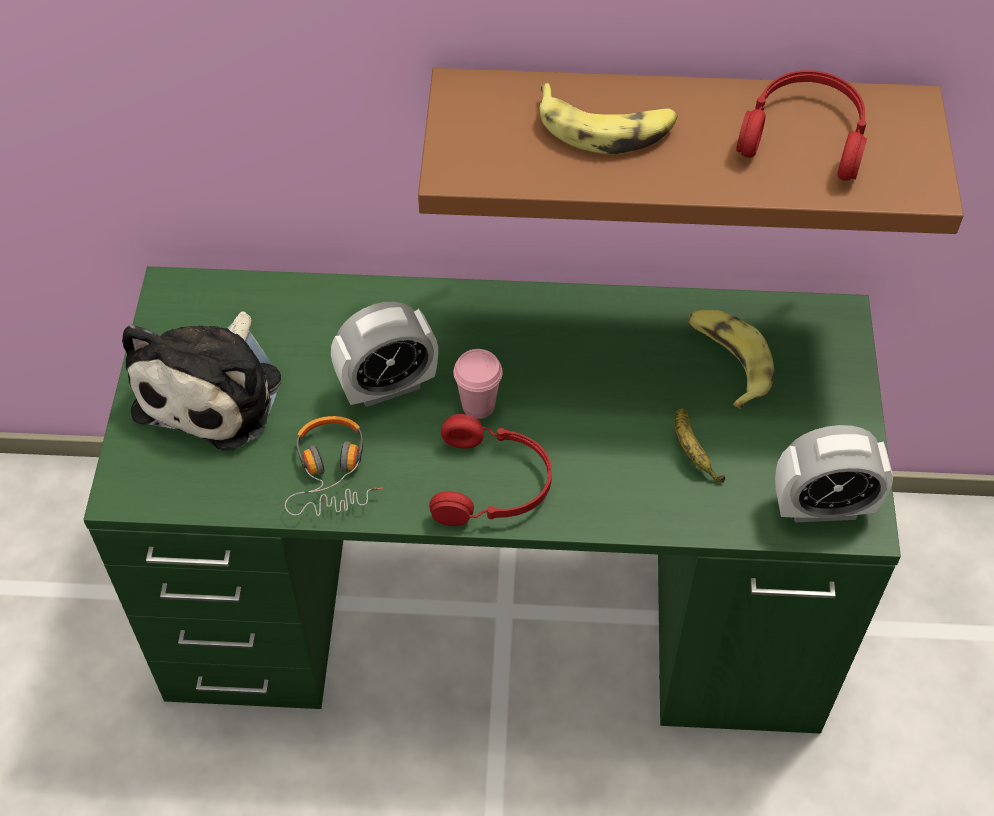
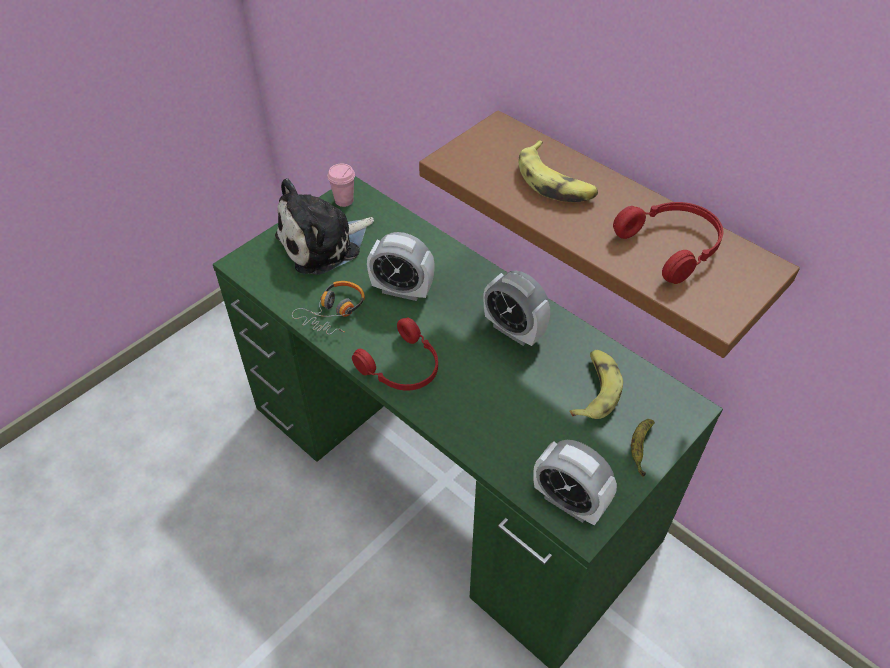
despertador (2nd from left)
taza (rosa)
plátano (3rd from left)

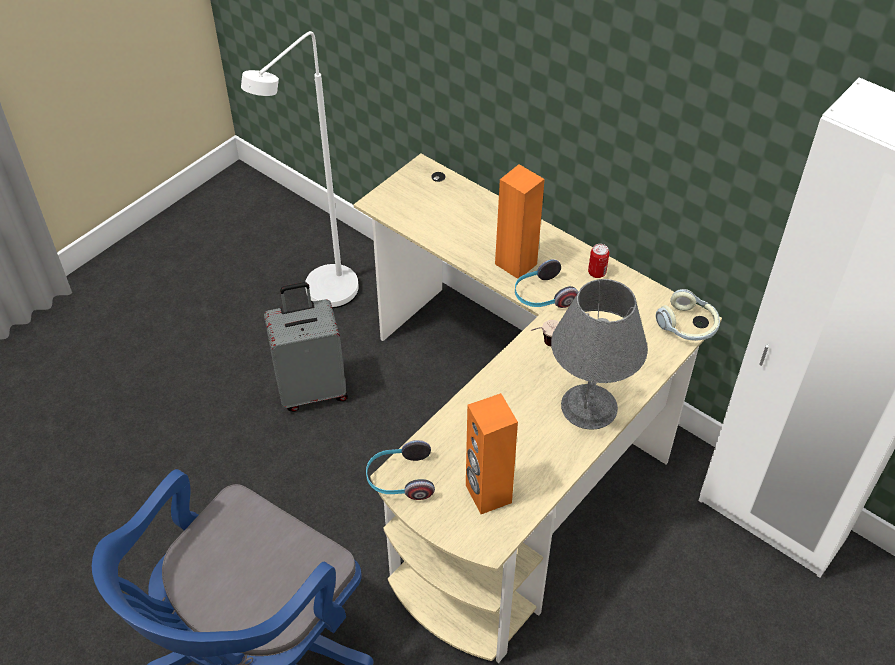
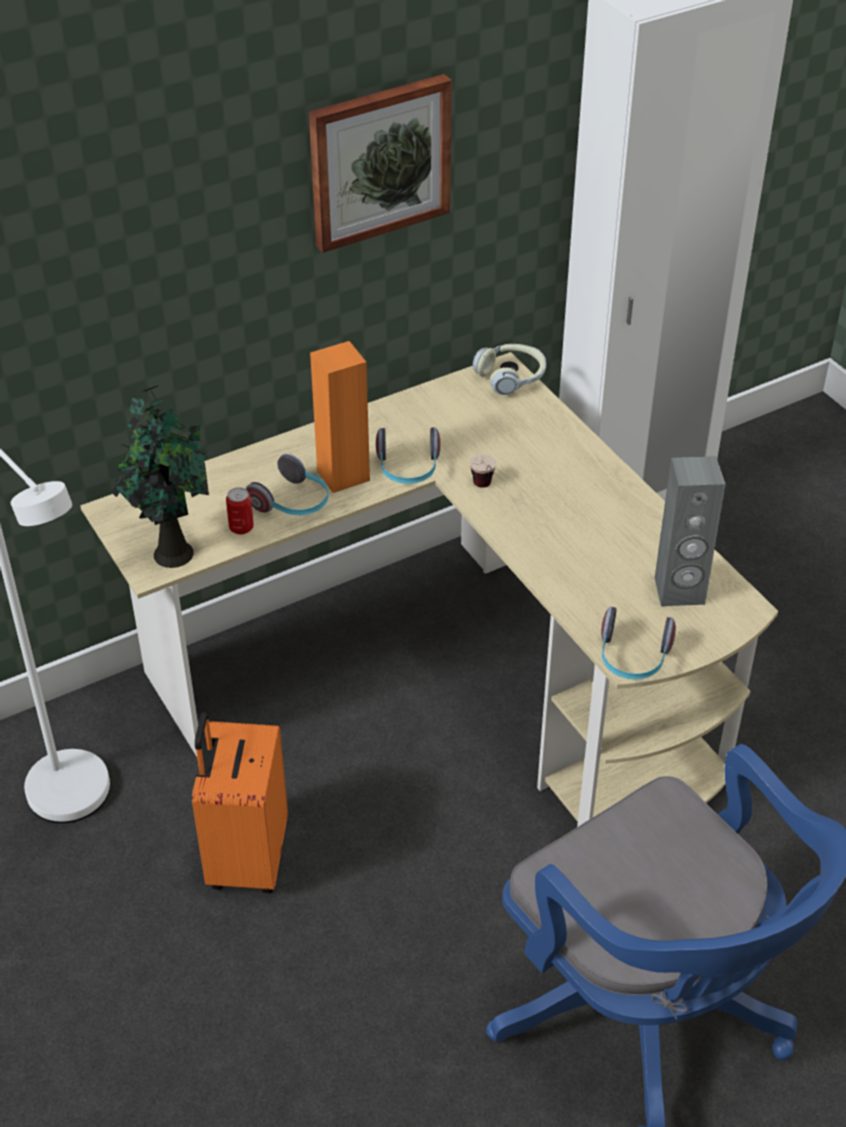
lámpara de mesa (gris)
planta en maceta
auriculares (1st from left)
cuadro
lata
maleta (naranja)
altavoz (gris)

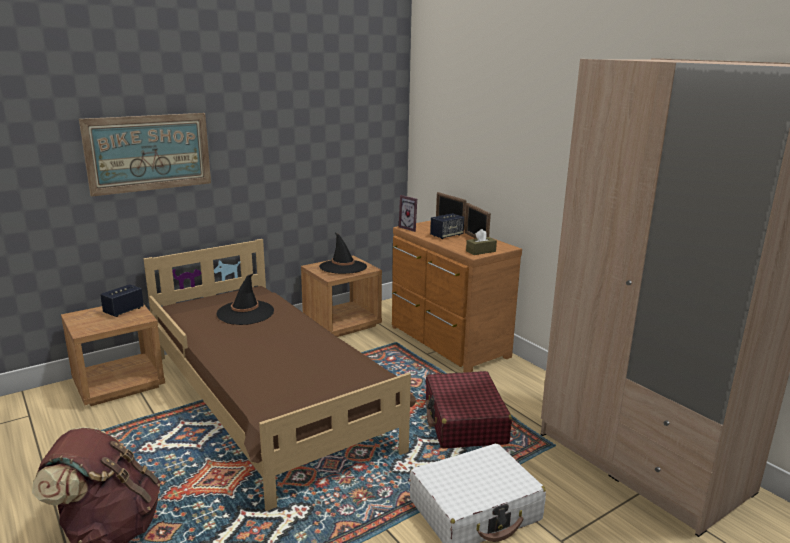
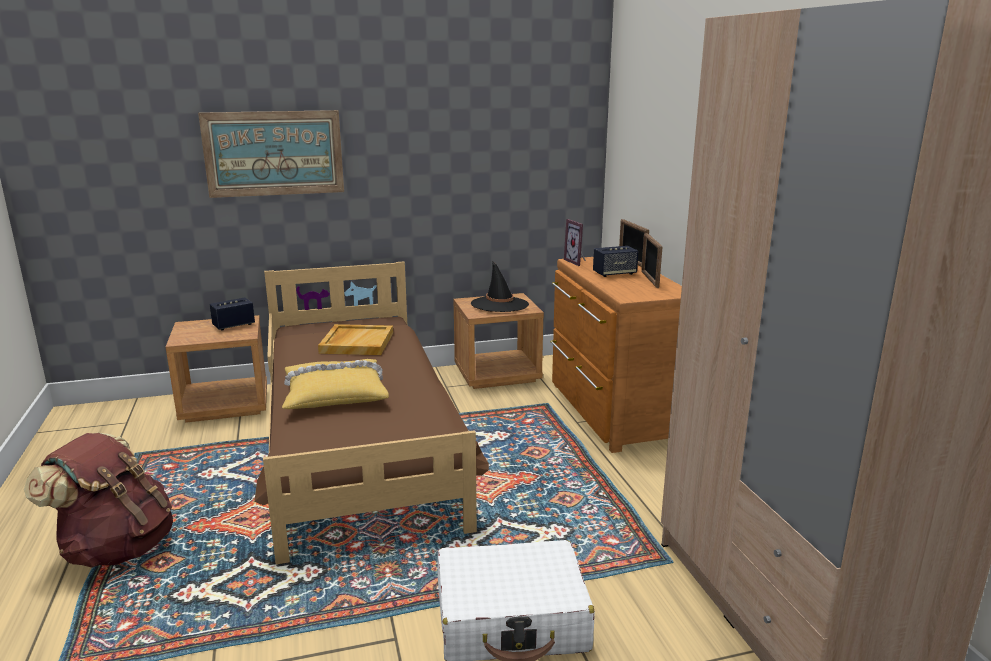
maleta (rojo)
caja de pañuelos (marrón)
cojín (amarillo)
bandeja (beis)

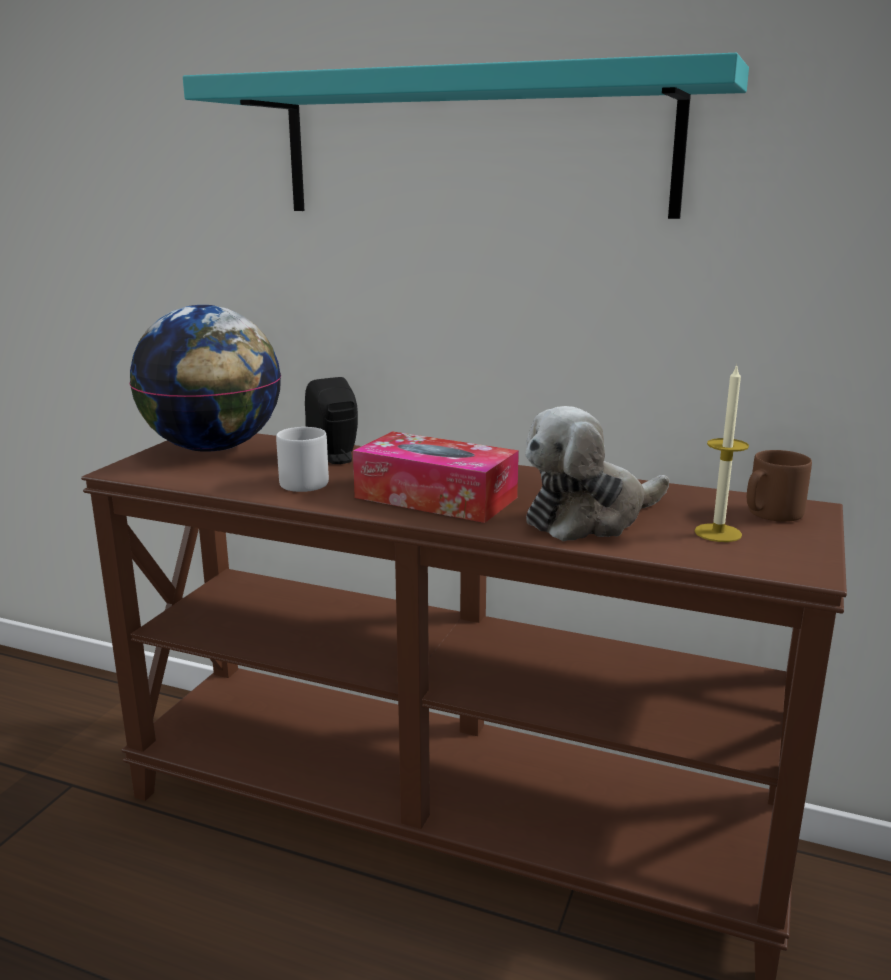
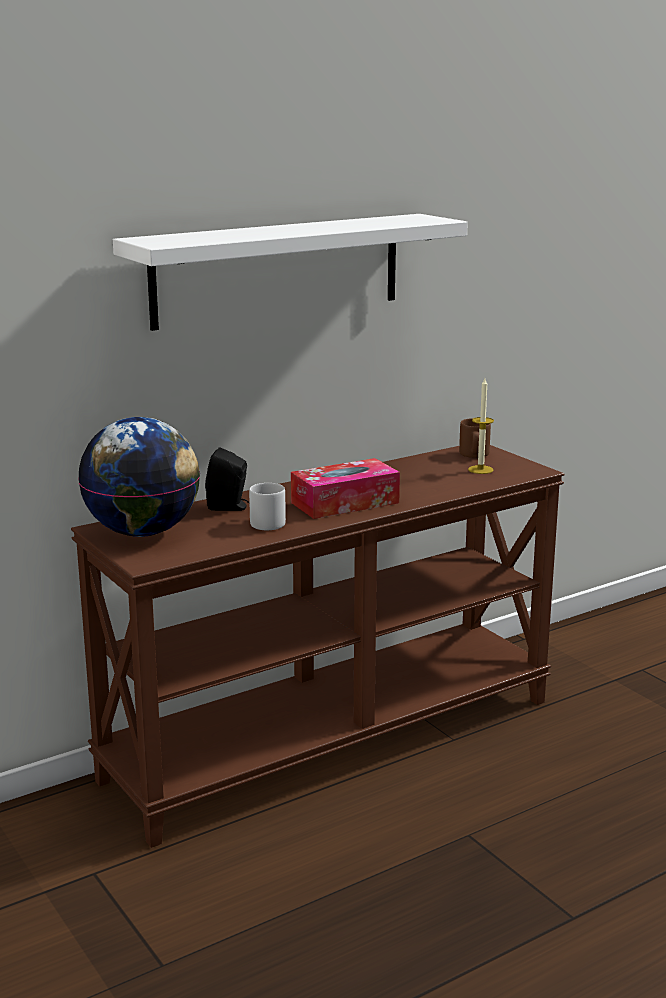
peluche
estante (blanco)

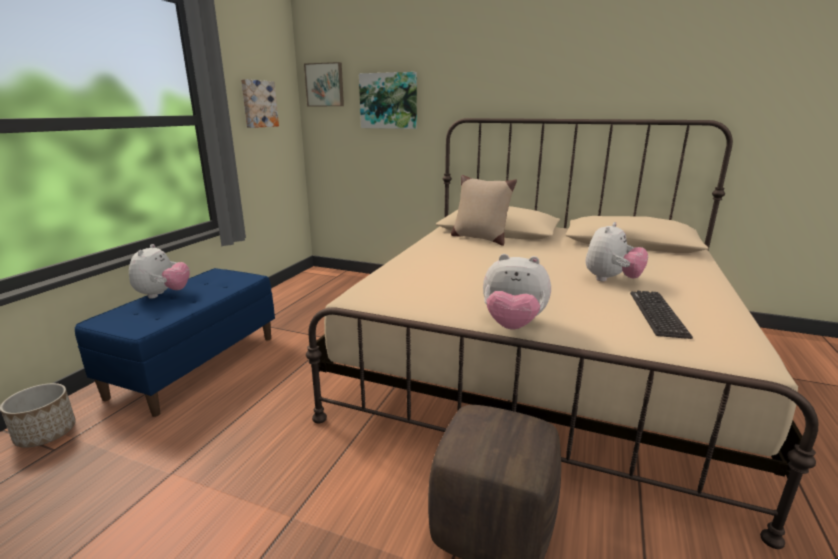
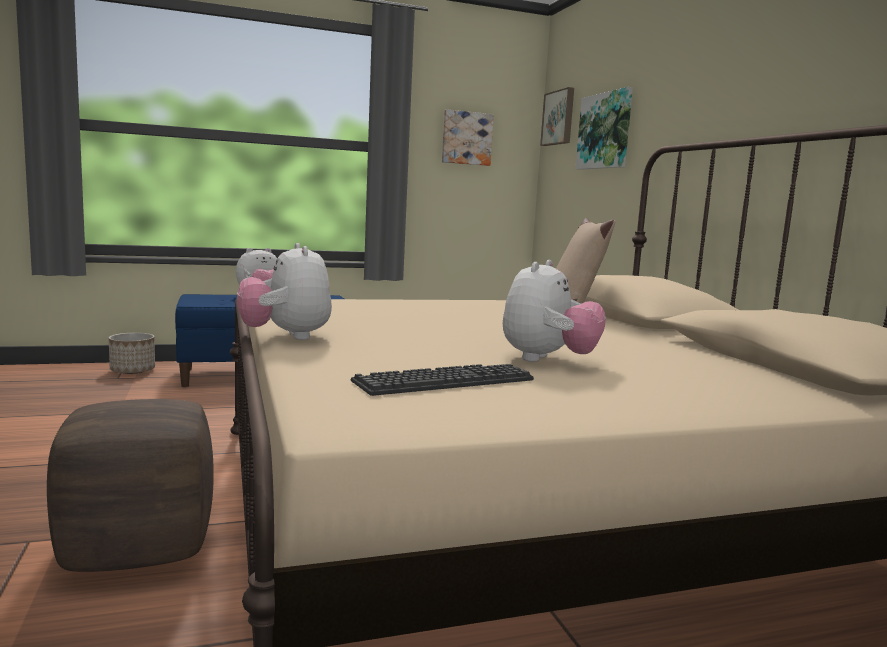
peluche (3rd from left)

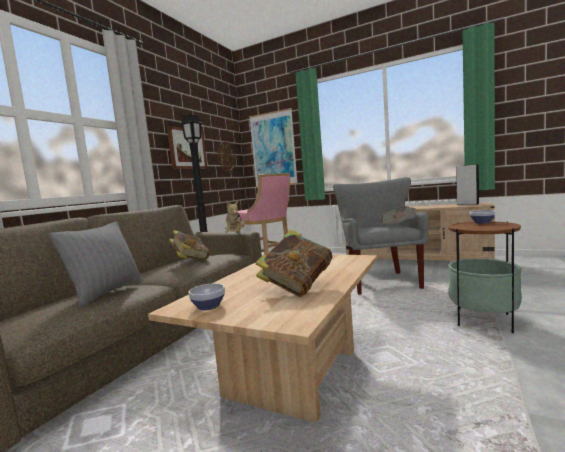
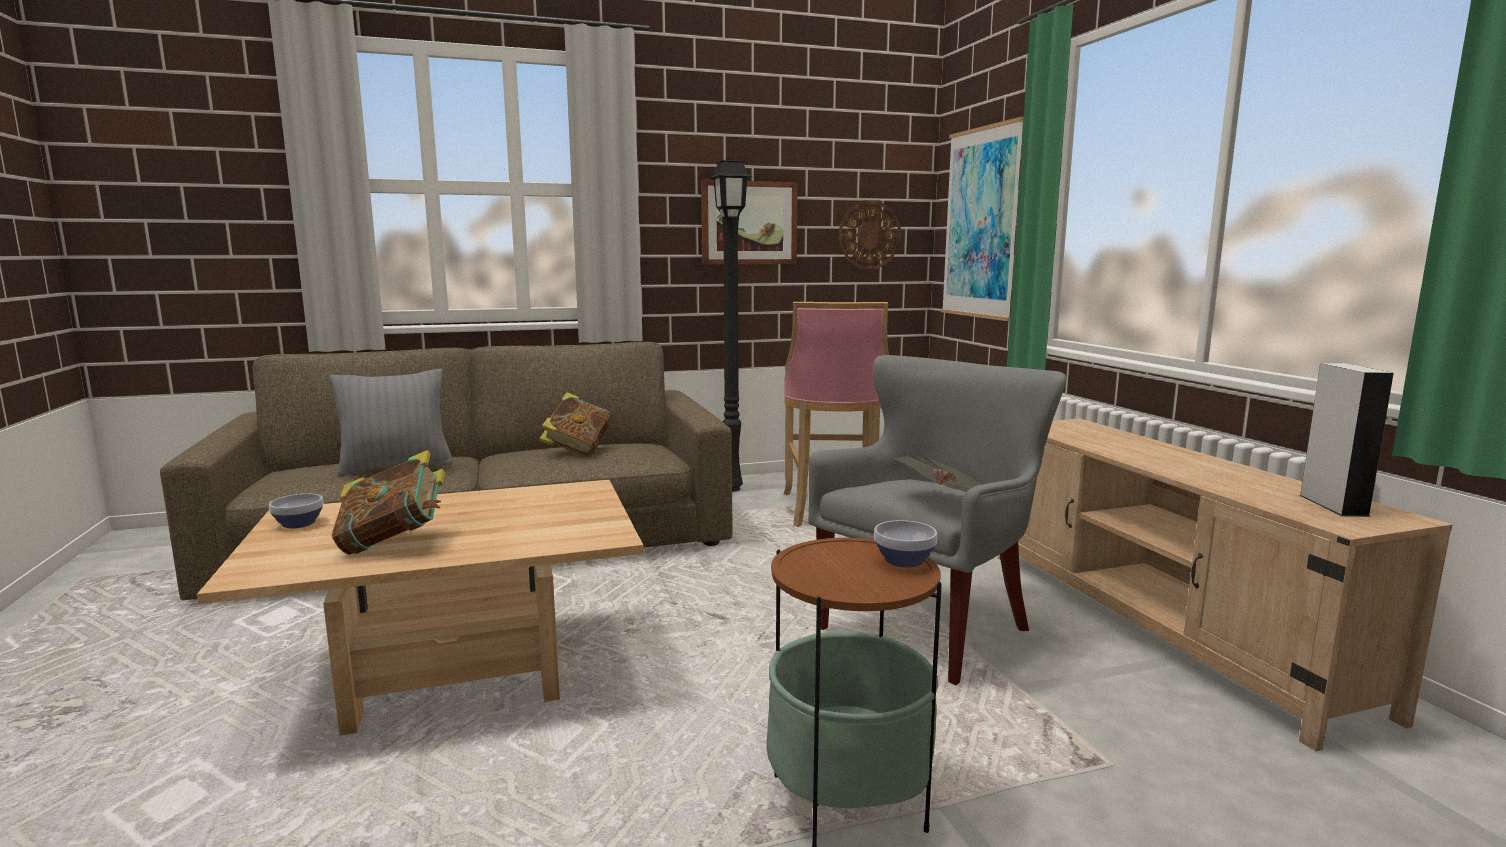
peluche

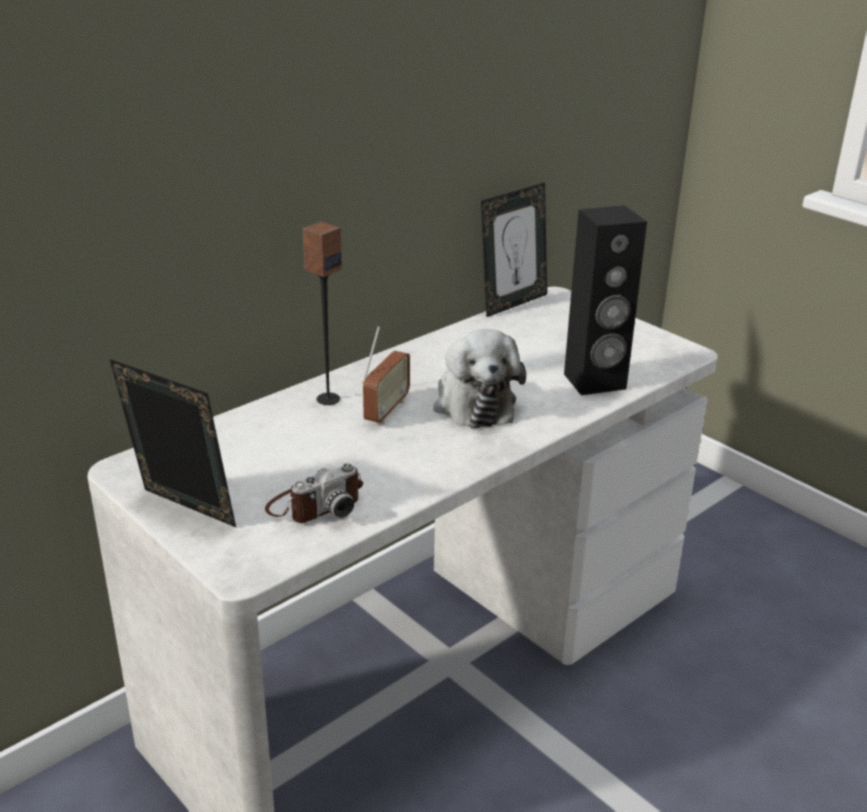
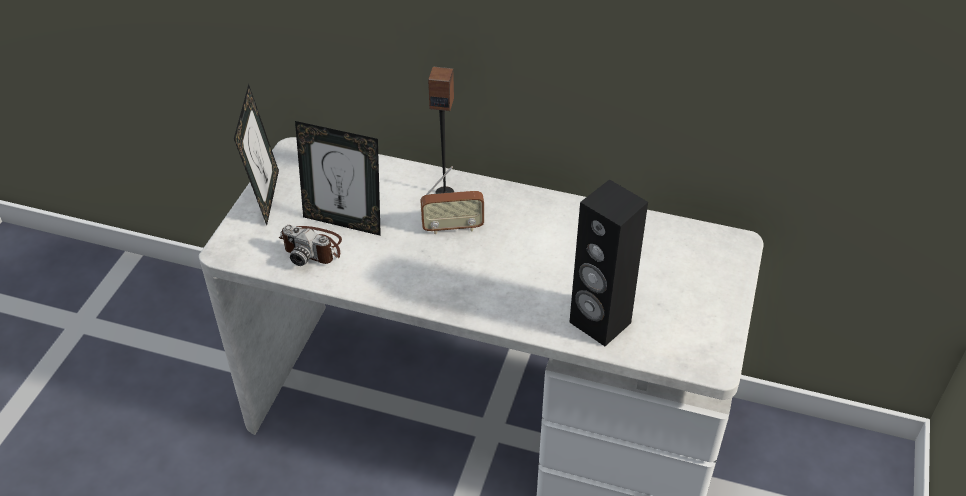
peluche
portarretratos (2nd from left)

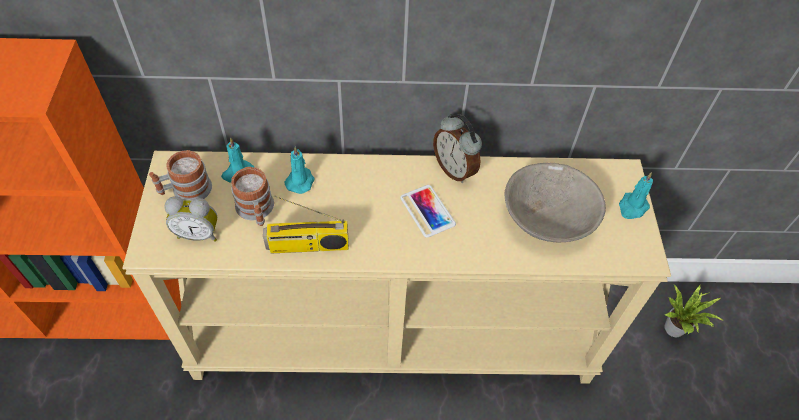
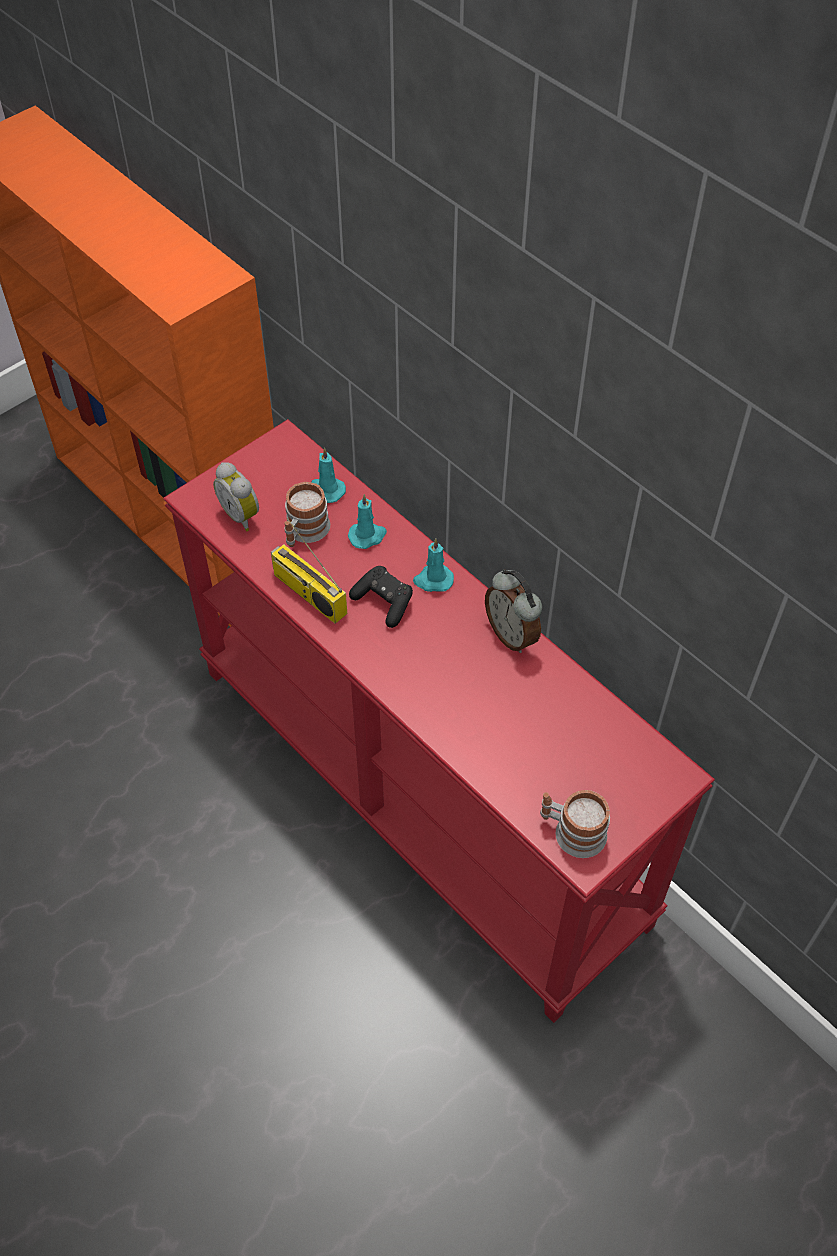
móvil
cuenco (gris)
planta en maceta
mando de consola (negro)
taza grande (2nd from left)
vela (turquesa) (3rd from left)
mesa consola (rojo)
despertador (2nd from left)

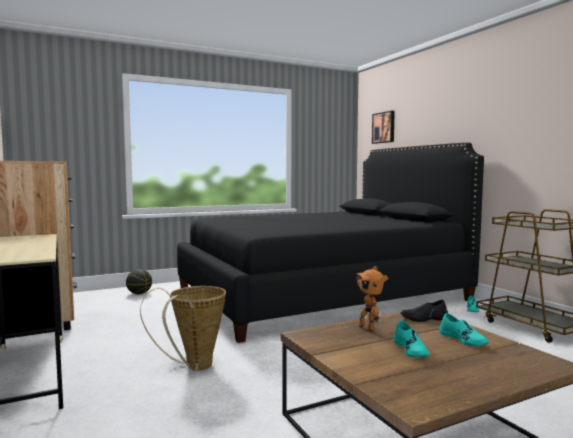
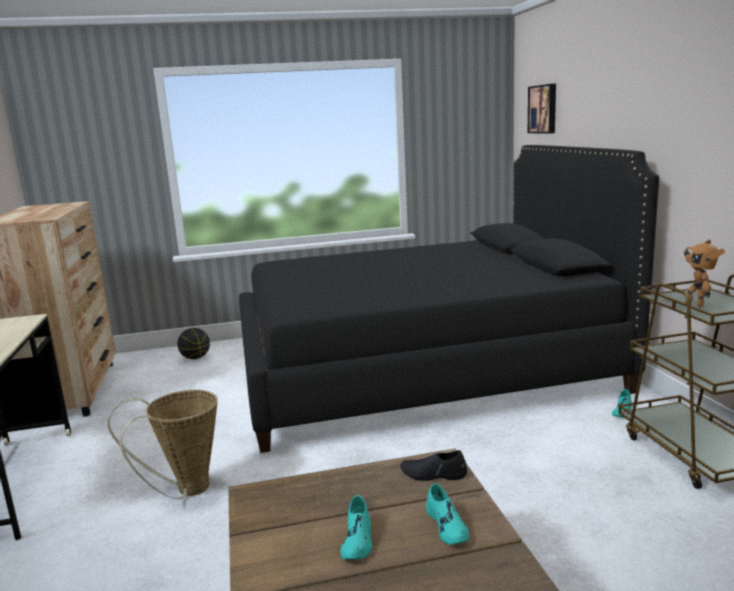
robot de juguete

